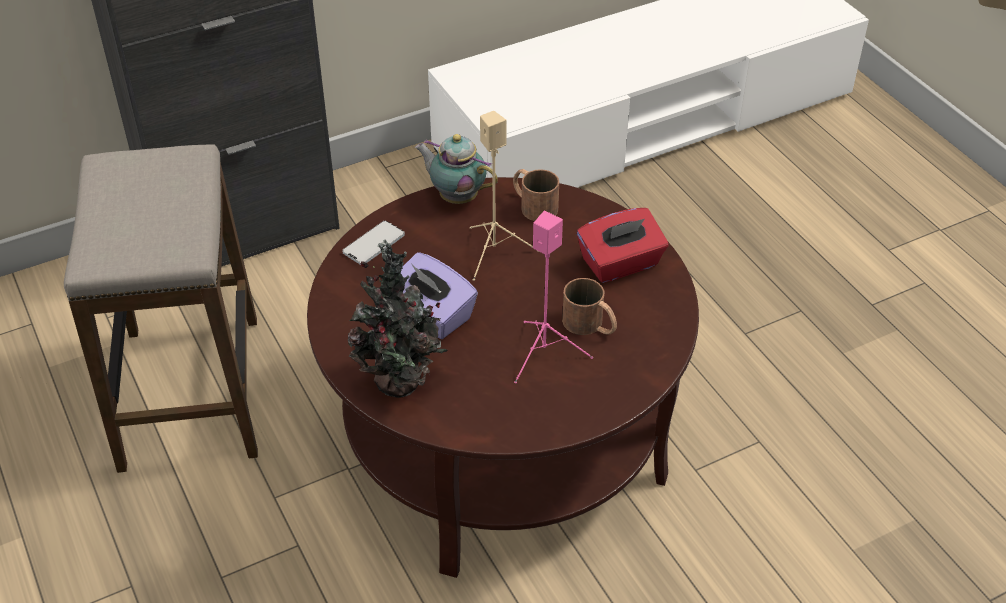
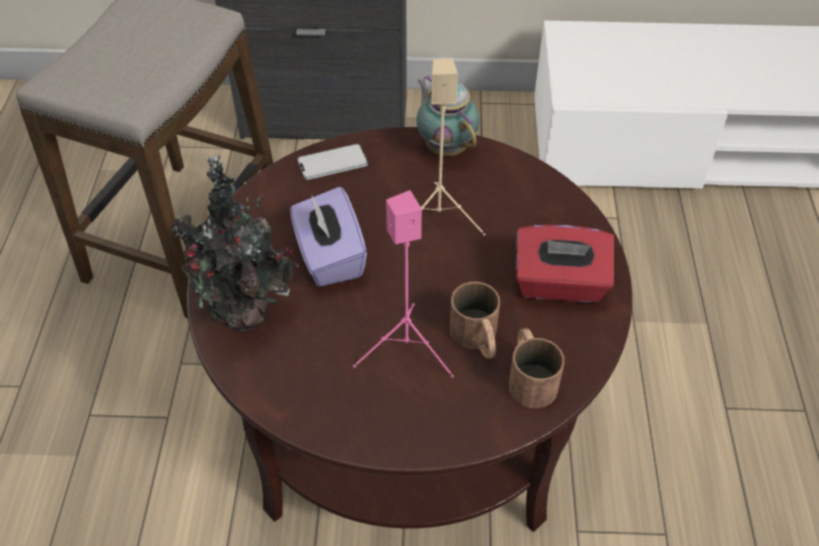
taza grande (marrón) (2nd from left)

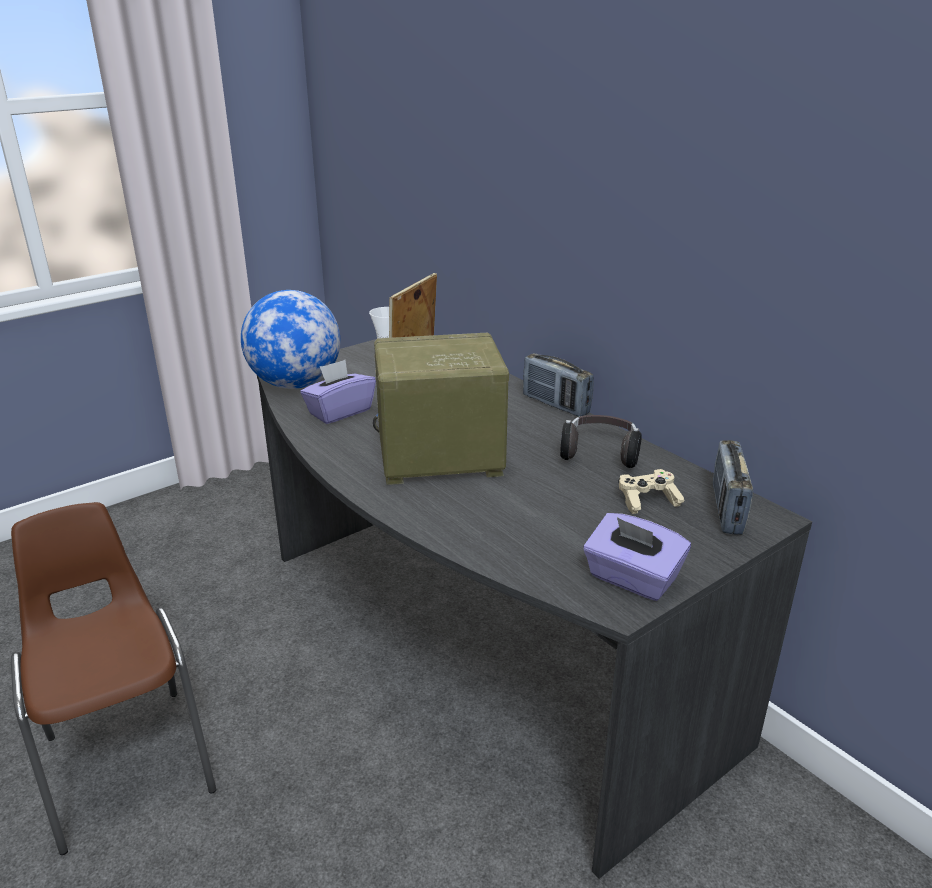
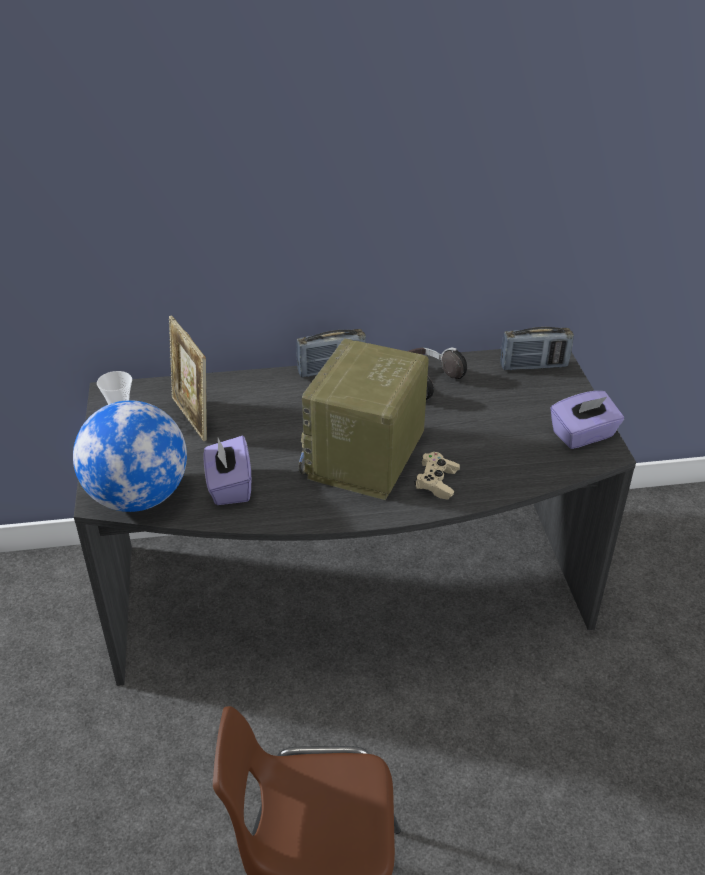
mando de consola (beis)
radio (3rd from left)

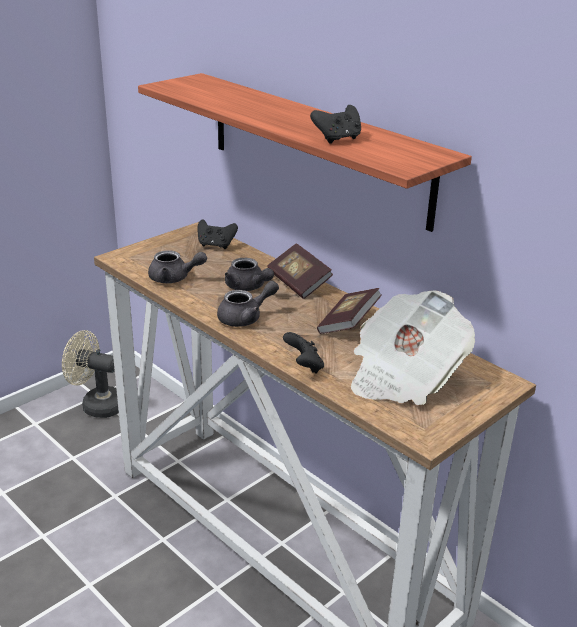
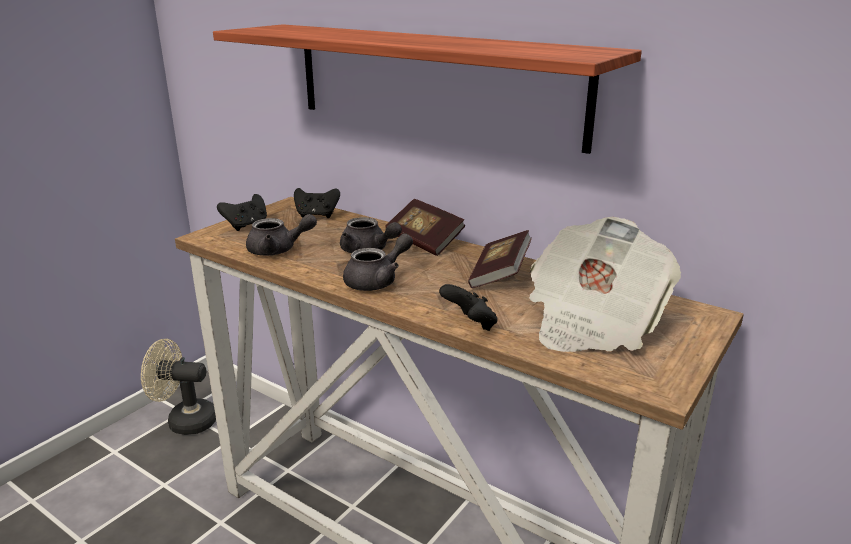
mando de consola (negro) (1st from left)

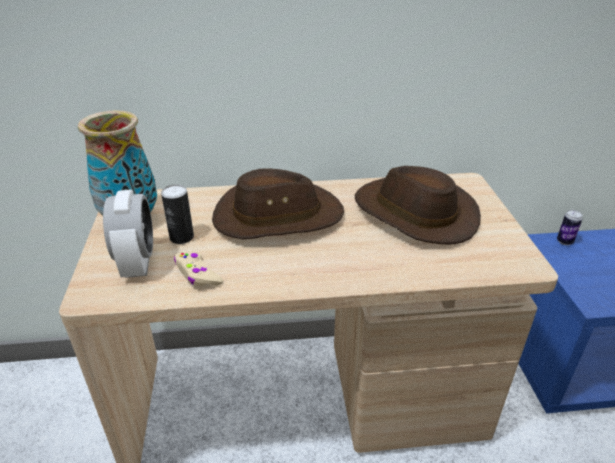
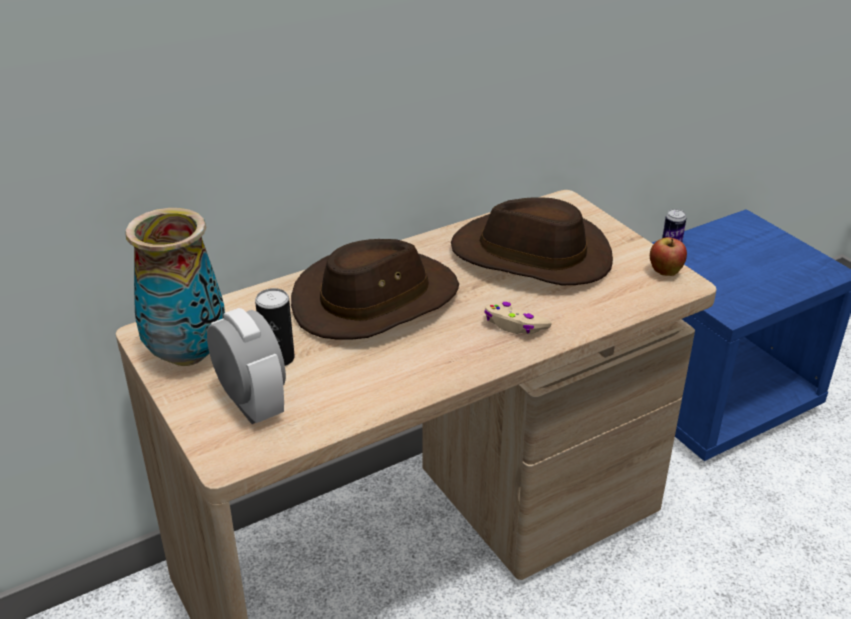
manzana
mando de consola (beis)

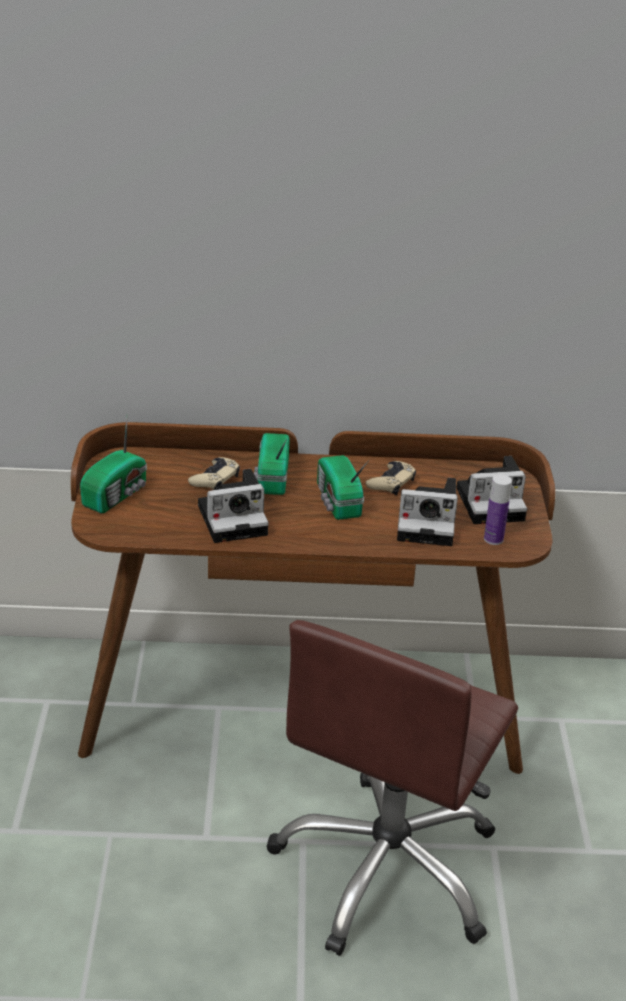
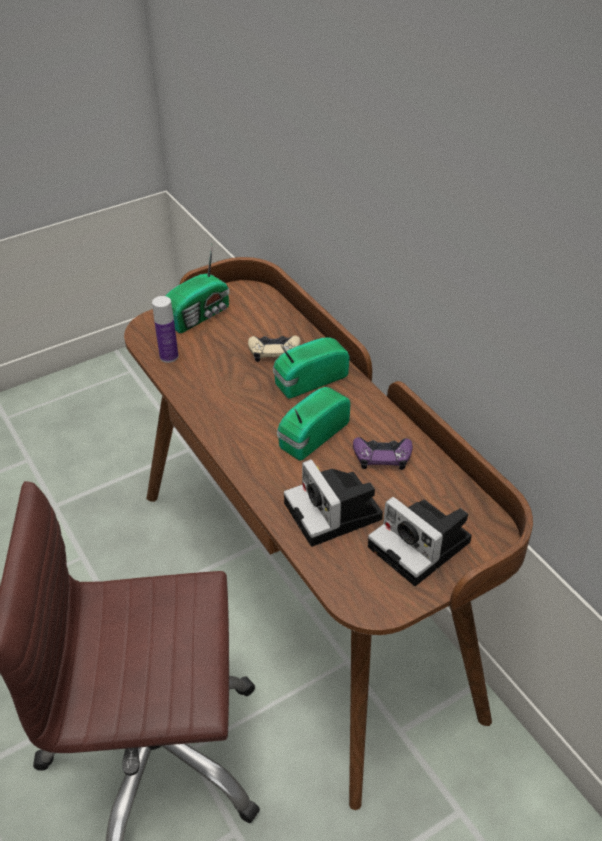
cámara (1st from left in the first image)
botella
mando de consola (morado)
radio (1st from left)

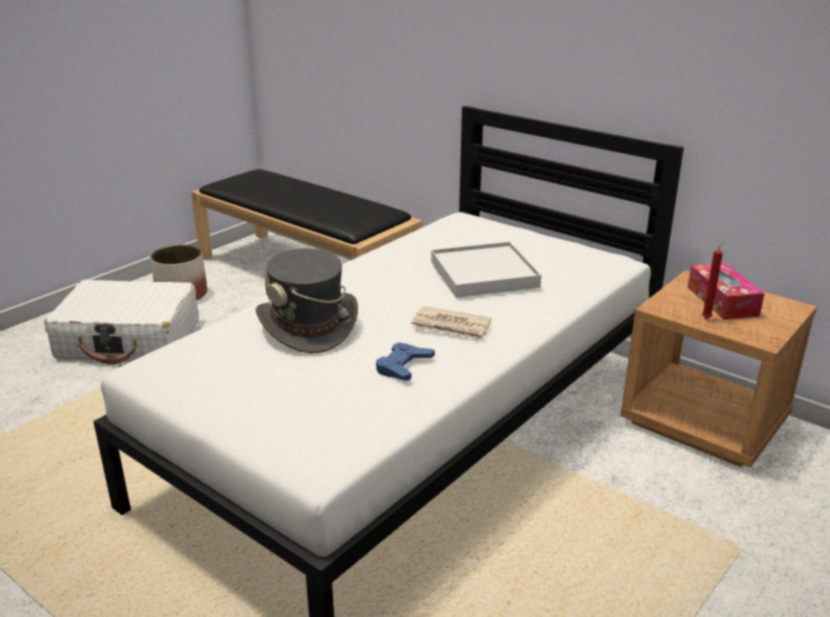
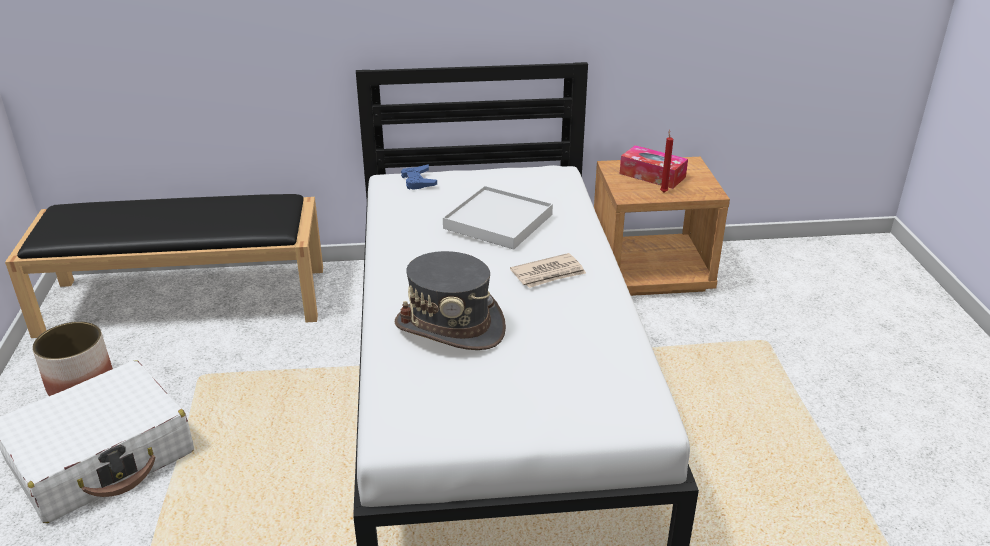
mando de consola (azul)

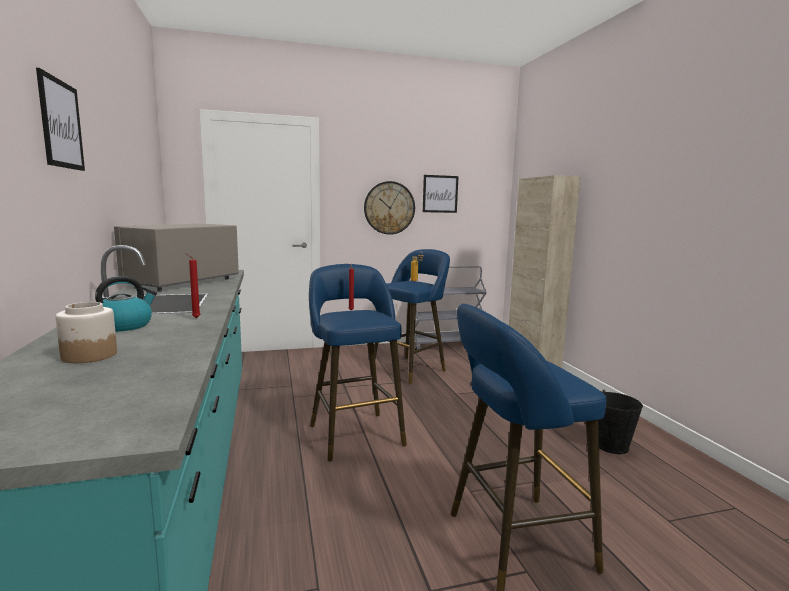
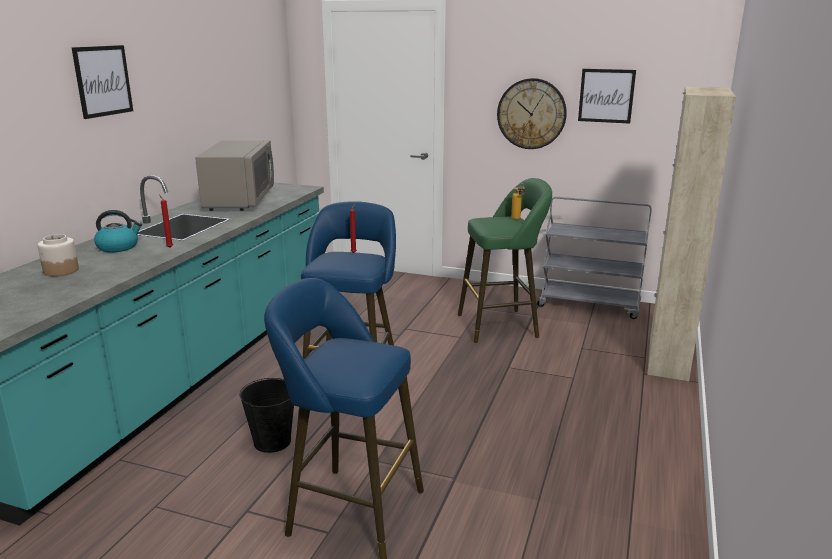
cubo (negro)
taburete (verde)
microondas (gris)

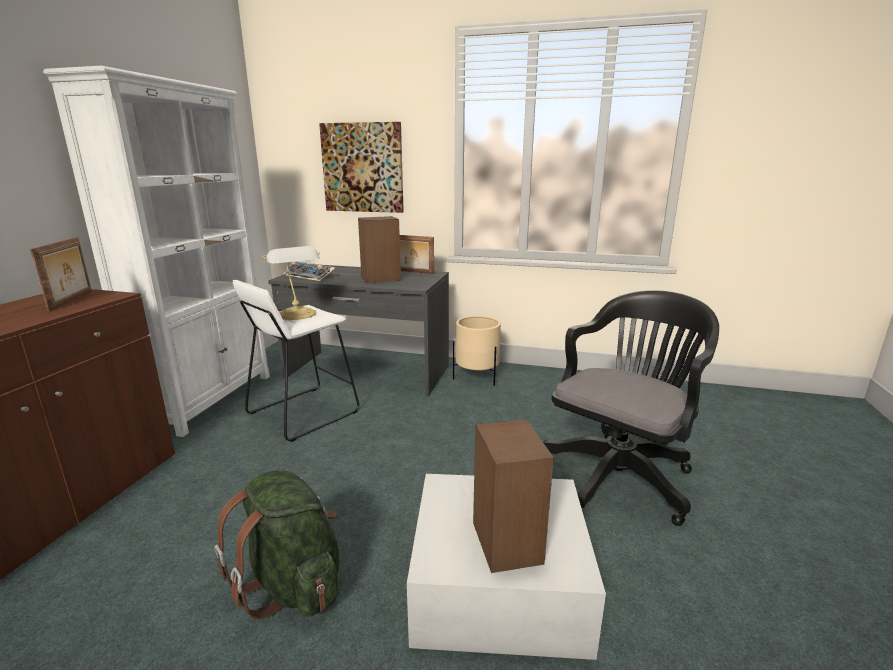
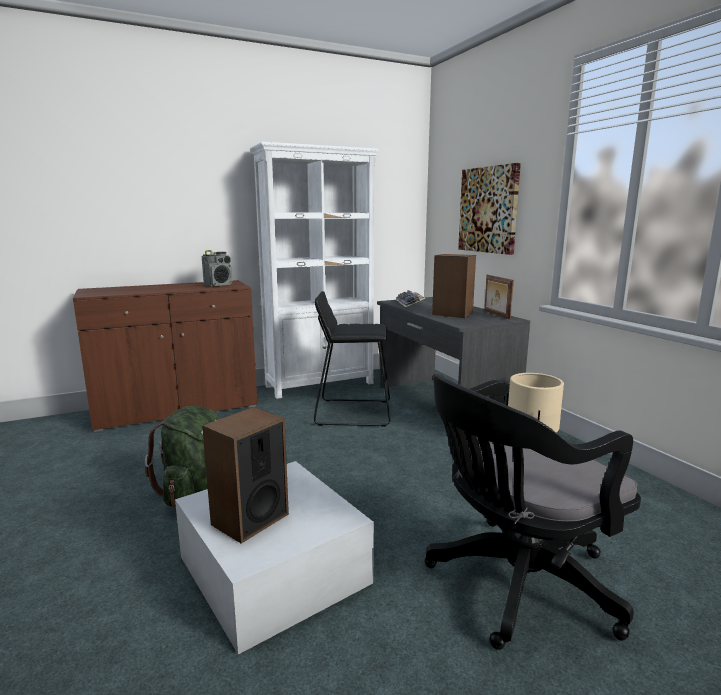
lámpara de mesa
radio
taburete (negro)
silla de oficina (negro)

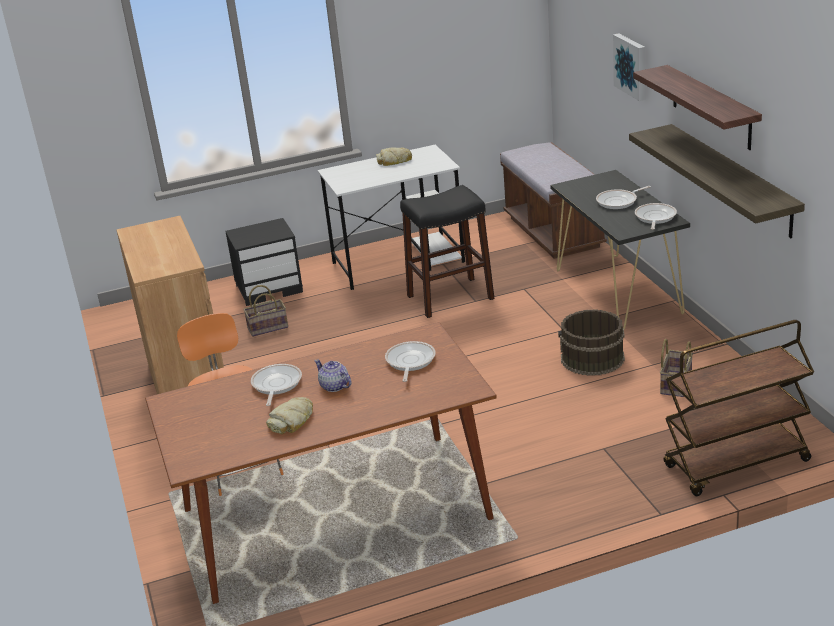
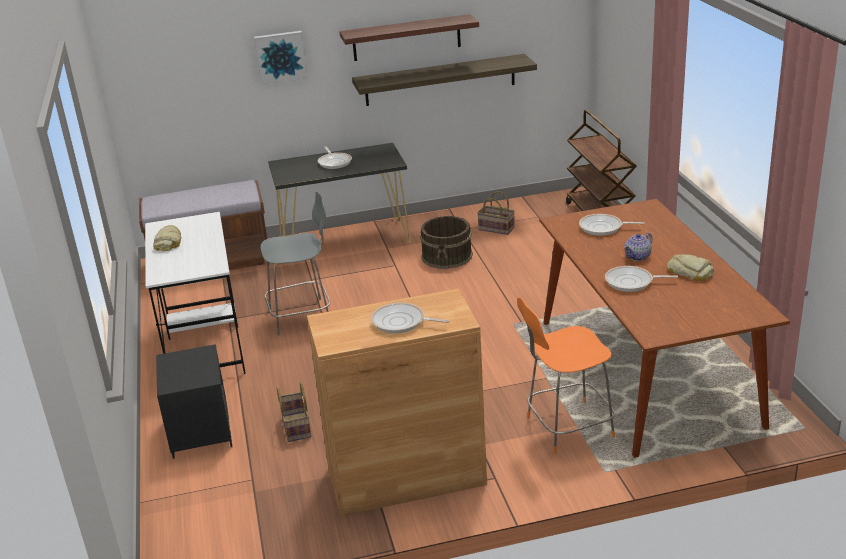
sartén (2nd from left)
silla (gris)

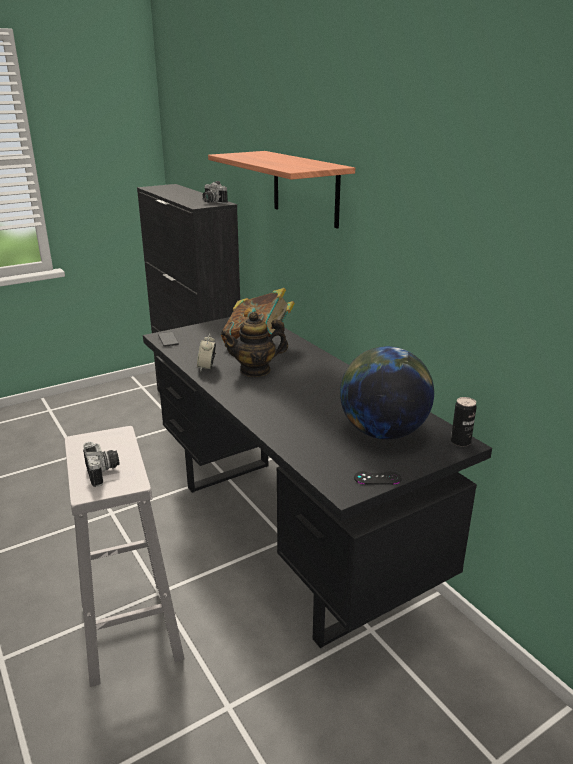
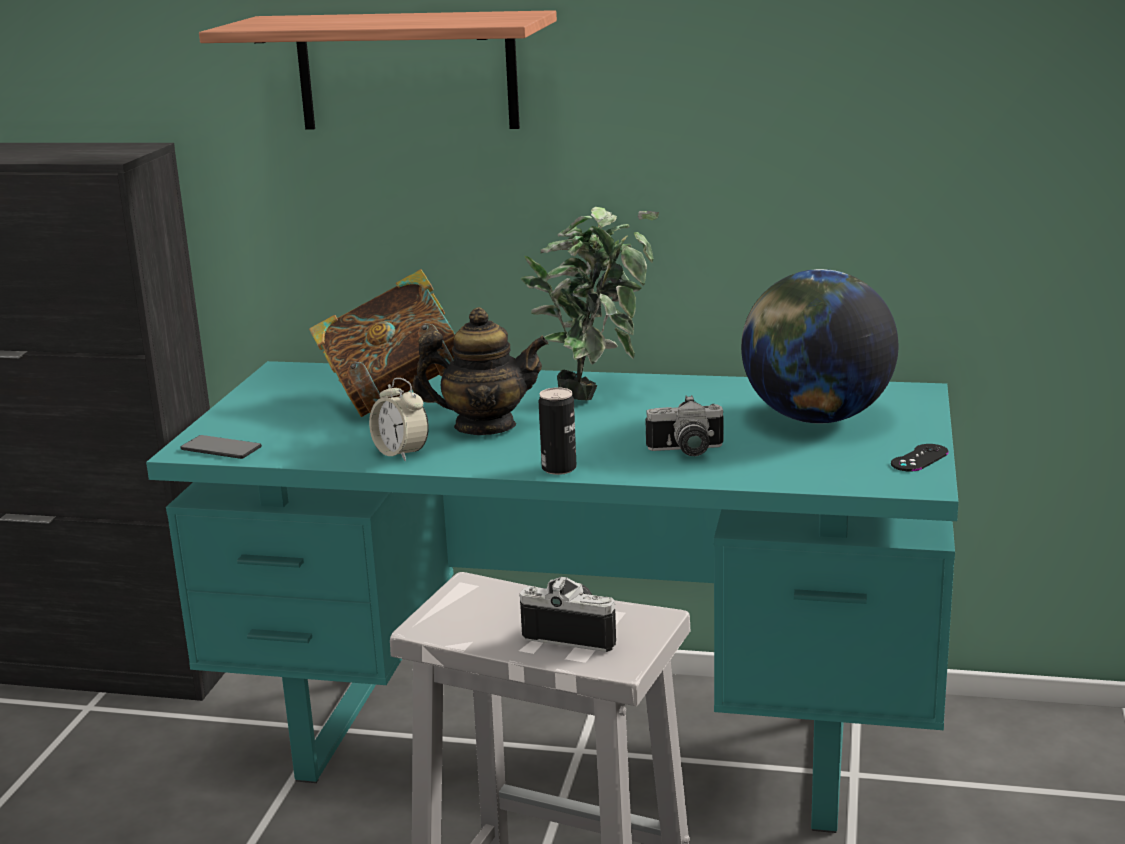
planta en maceta
cámara (2nd from left)
lata
escritorio (turquesa)
tetera

